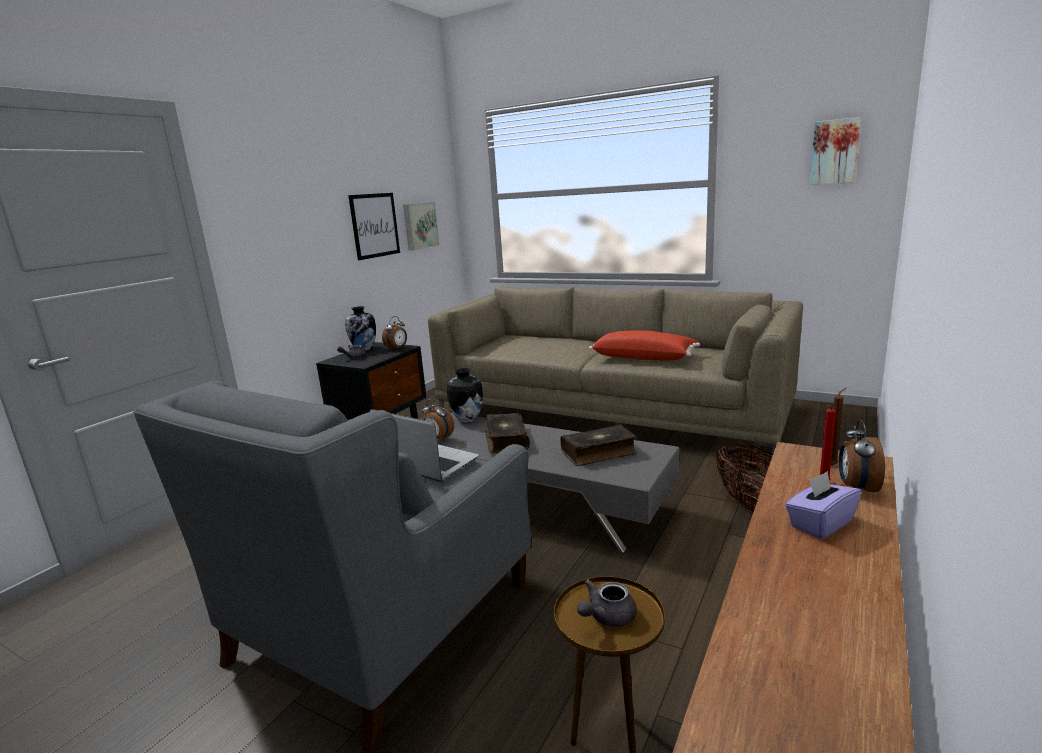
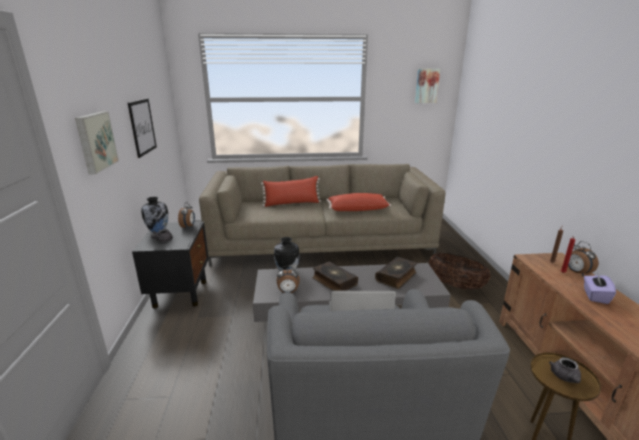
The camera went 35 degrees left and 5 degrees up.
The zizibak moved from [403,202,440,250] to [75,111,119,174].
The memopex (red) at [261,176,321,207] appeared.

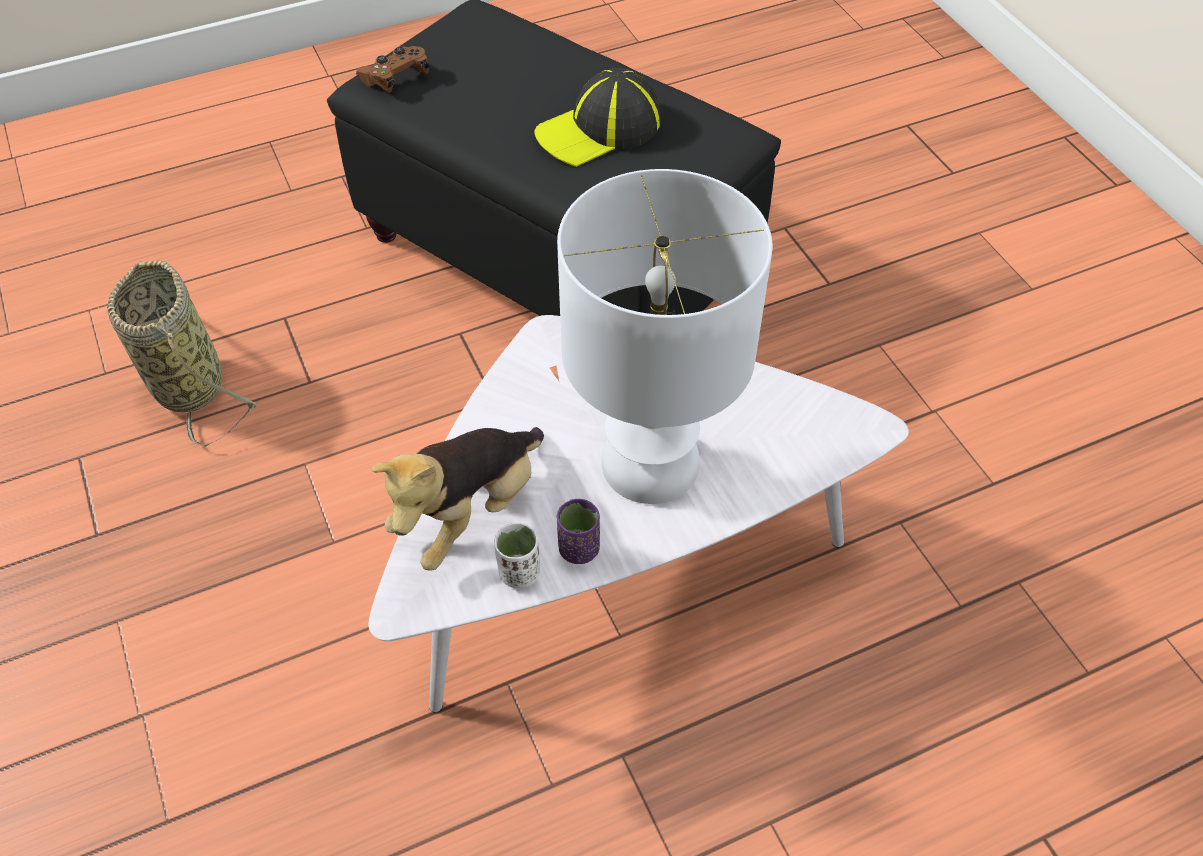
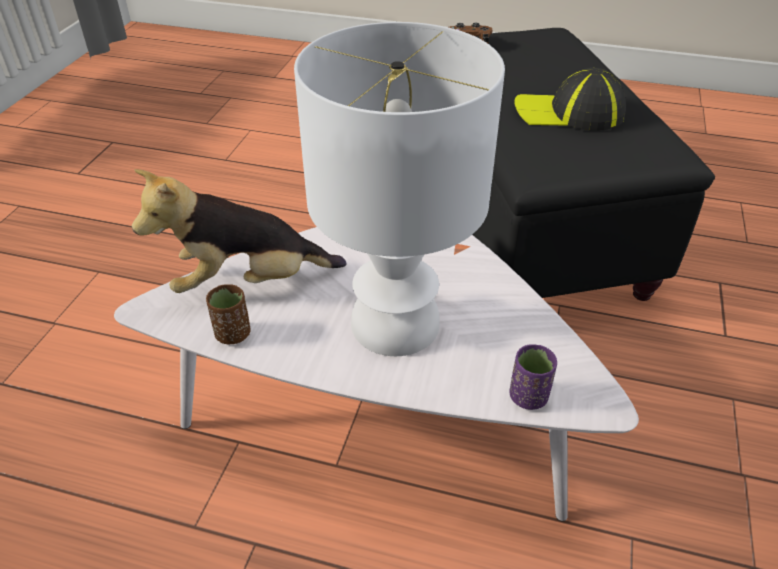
The camera went 40 degrees right and 10 degrees down.
The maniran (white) at [494,523,540,589] became the maniran (brown) at [206,284,251,344].
The maniran (purple) moved from [557,499,600,564] to [509,344,557,410].
The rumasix at [107,260,259,447] disappeared.

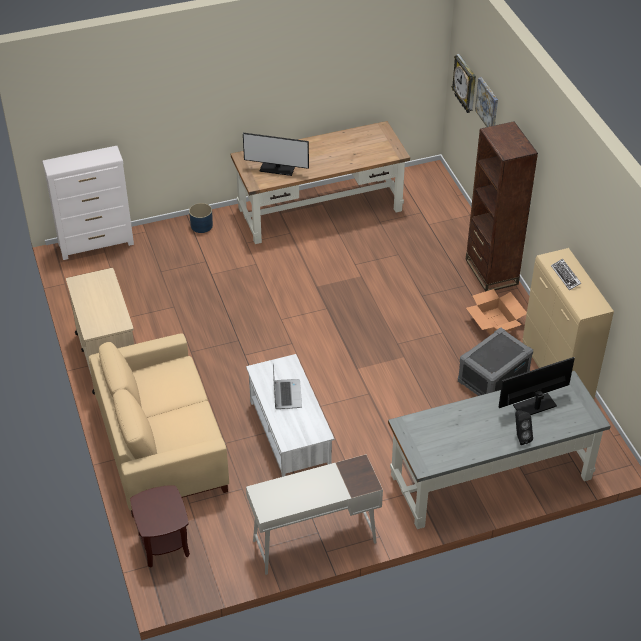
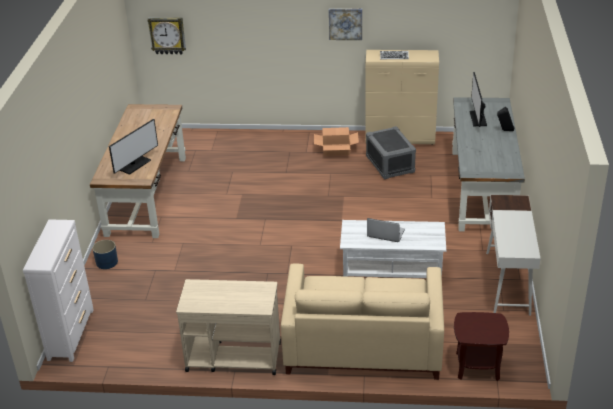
The camera went 65 degrees left and 10 degrees down.
The zizibak moved from [475,77,498,127] to [329,8,362,40].
The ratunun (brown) at [466,121,538,292] disappeared.

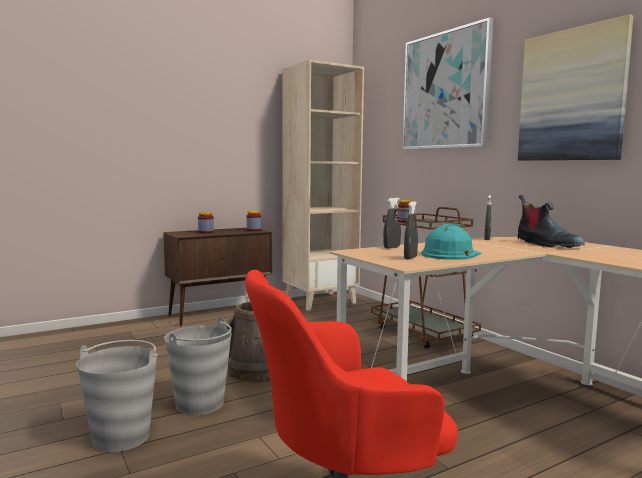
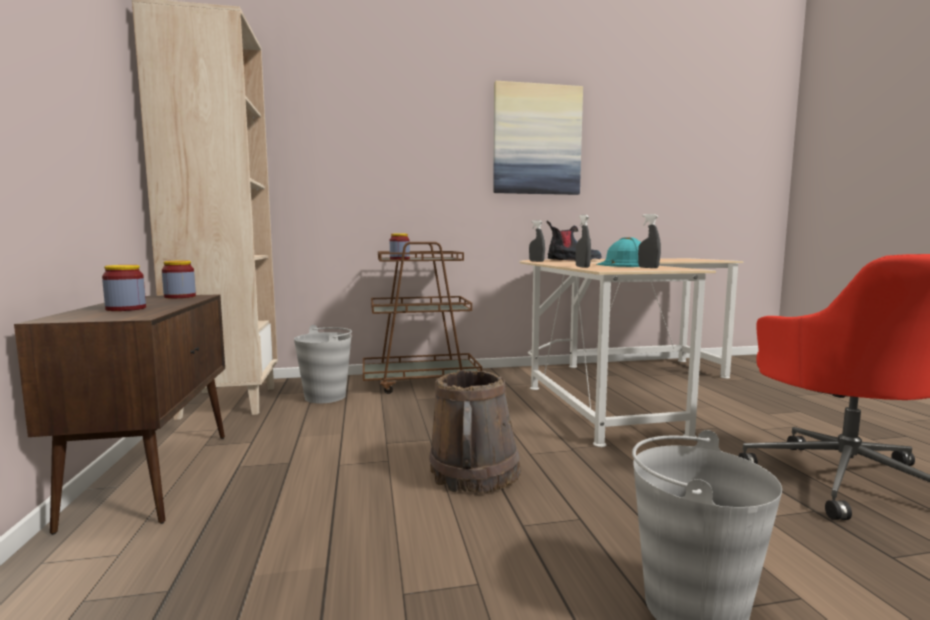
The camera went 70 degrees left and 0 degrees up.
The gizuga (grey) moved from [164,317,232,415] to [294,325,352,403].
The zizibak at [403,17,494,150] disappeared.

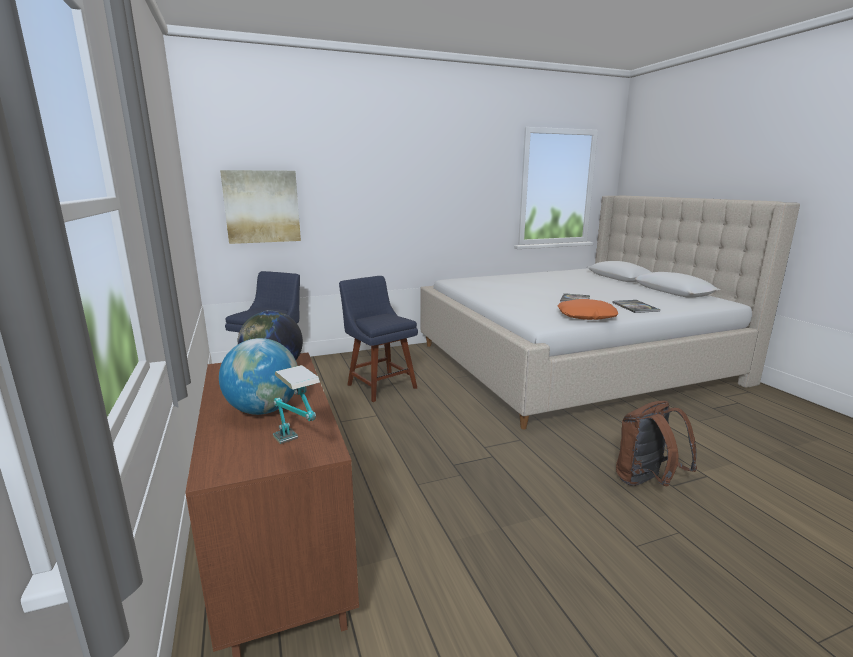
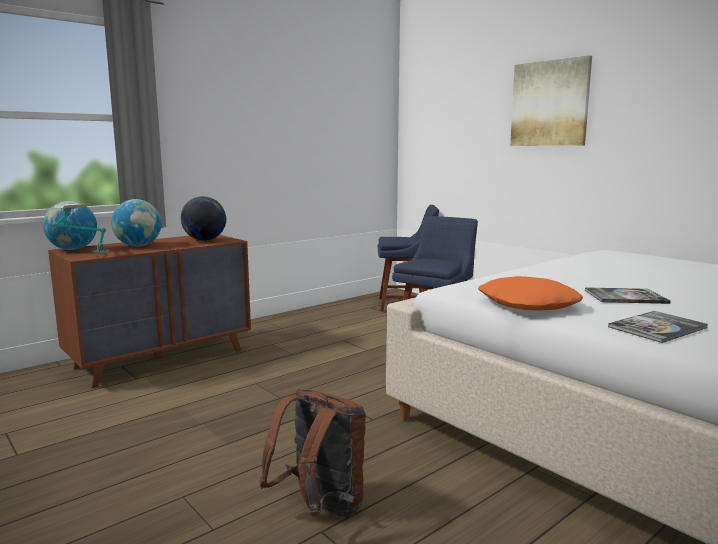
The camera went 70 degrees right and 5 degrees down.
The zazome at [43,201,97,250] appeared.
The zizibak moved from [220,170,301,244] to [510,55,592,146].

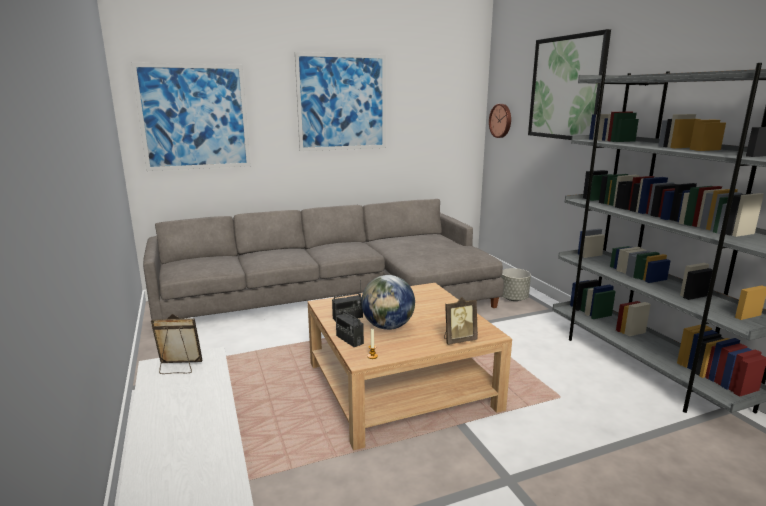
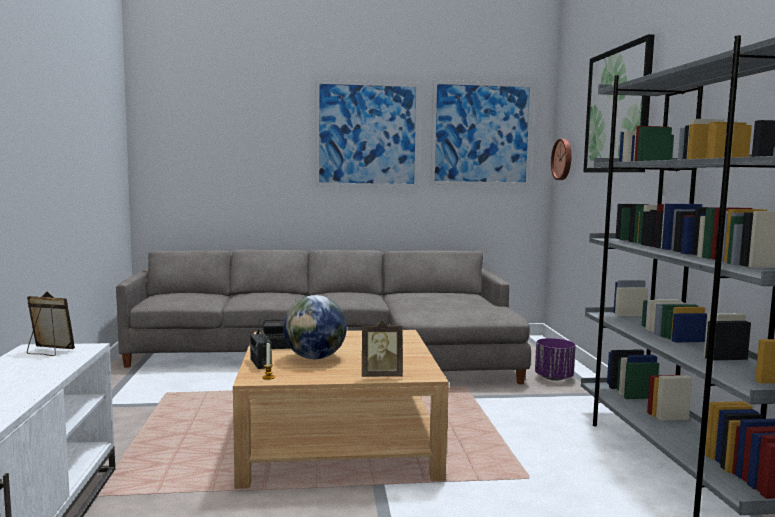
The camera went 15 degrees right and 10 degrees down.
The zizibak moved from [131,63,251,171] to [430,80,534,186].
The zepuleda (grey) at [501,268,531,301] became the zepuleda (purple) at [535,338,576,381].

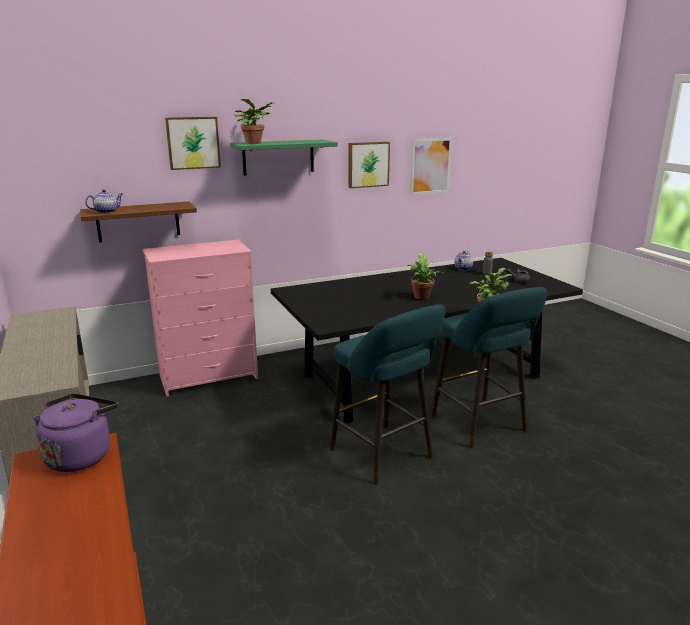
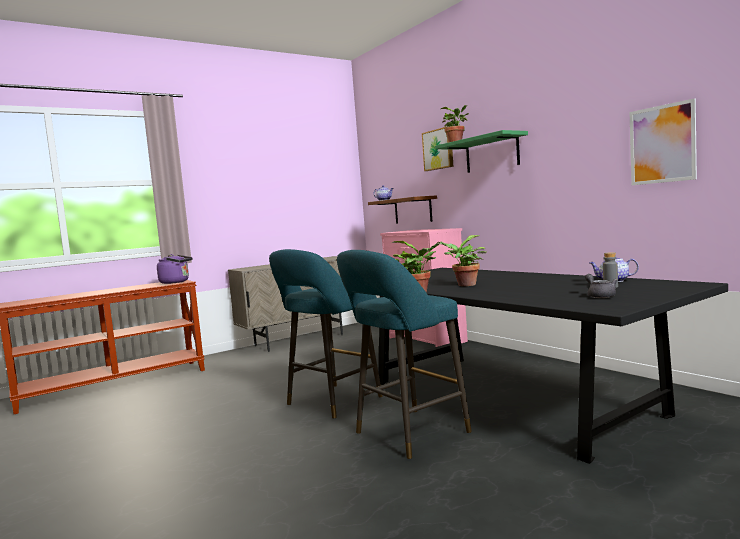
The camera went 80 degrees right and 15 degrees down.
The zizibak at [348,142,390,188] disappeared.

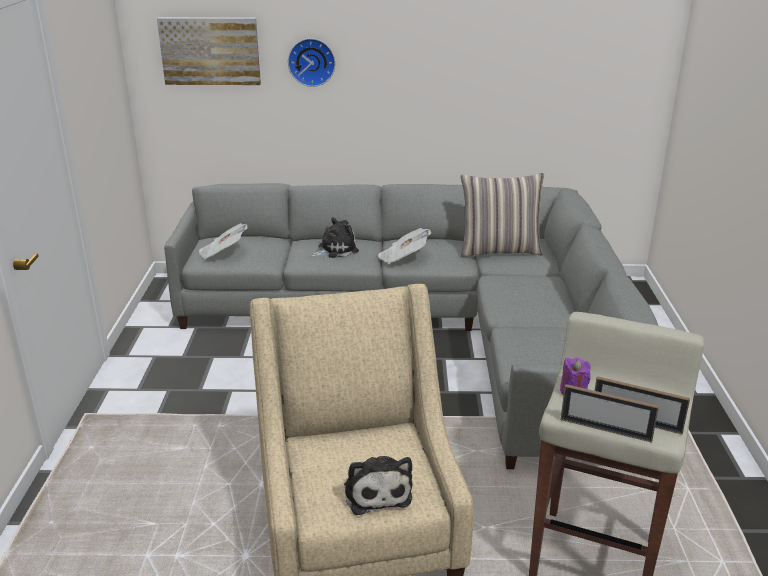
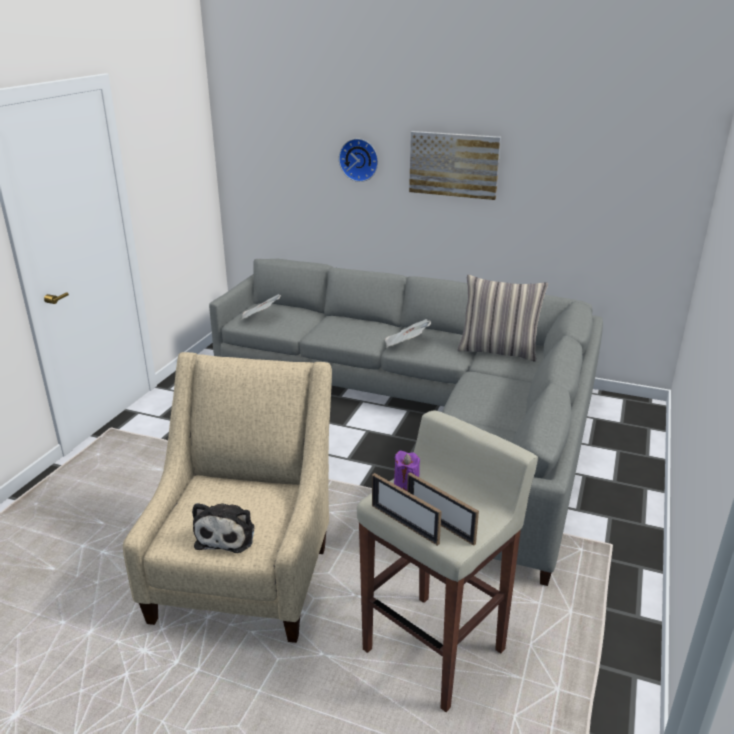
The camera went 20 degrees right and 0 degrees up.
The zizibak moved from [157,17,261,85] to [409,131,501,200].
The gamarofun at [310,217,359,258] disappeared.

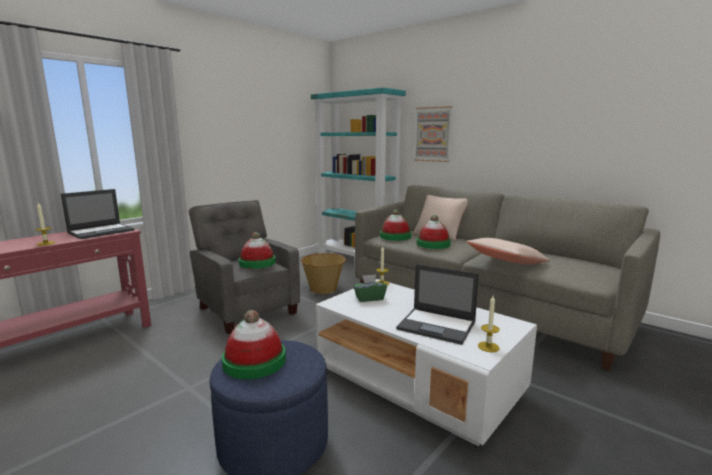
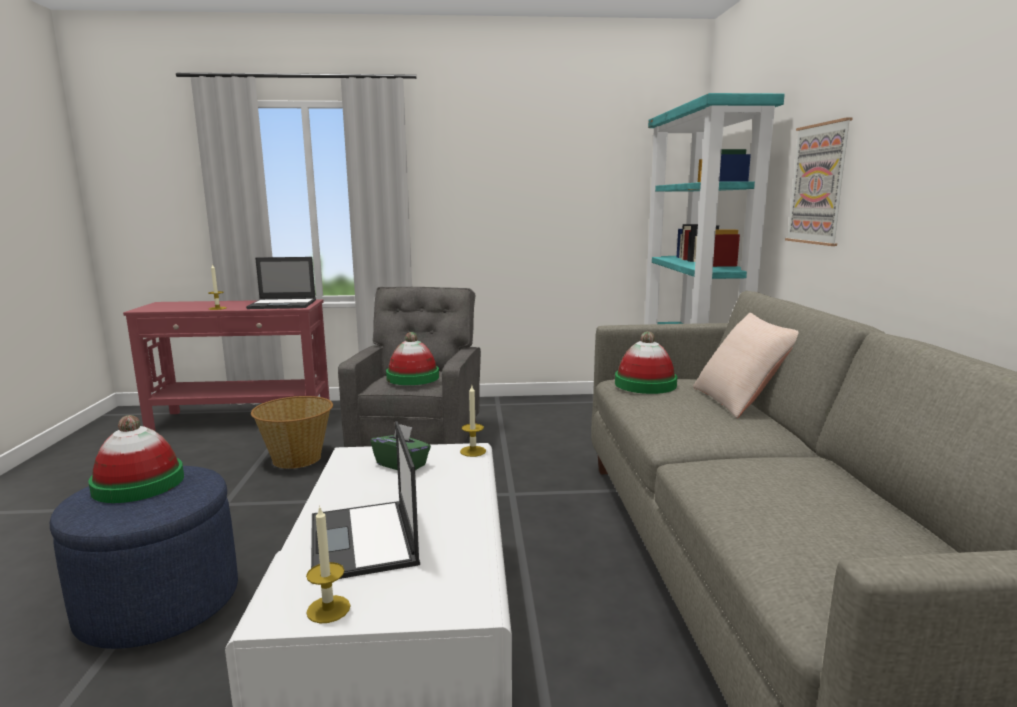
The camera went 45 degrees right and 0 degrees up.
The rumasix moved from [301,253,346,294] to [251,396,333,469].
The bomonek at [416,215,451,249] disappeared.
The memopex (beige) at [466,238,550,264] disappeared.

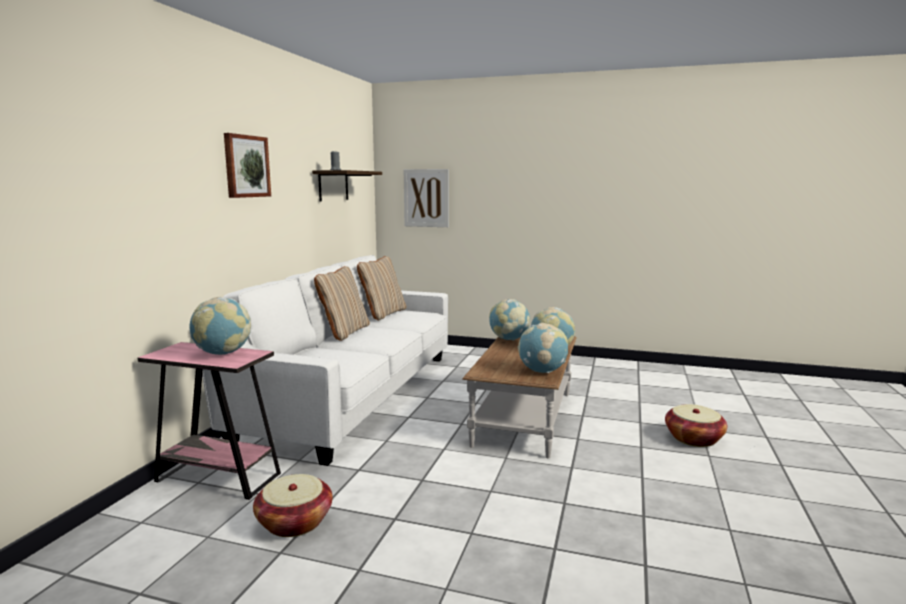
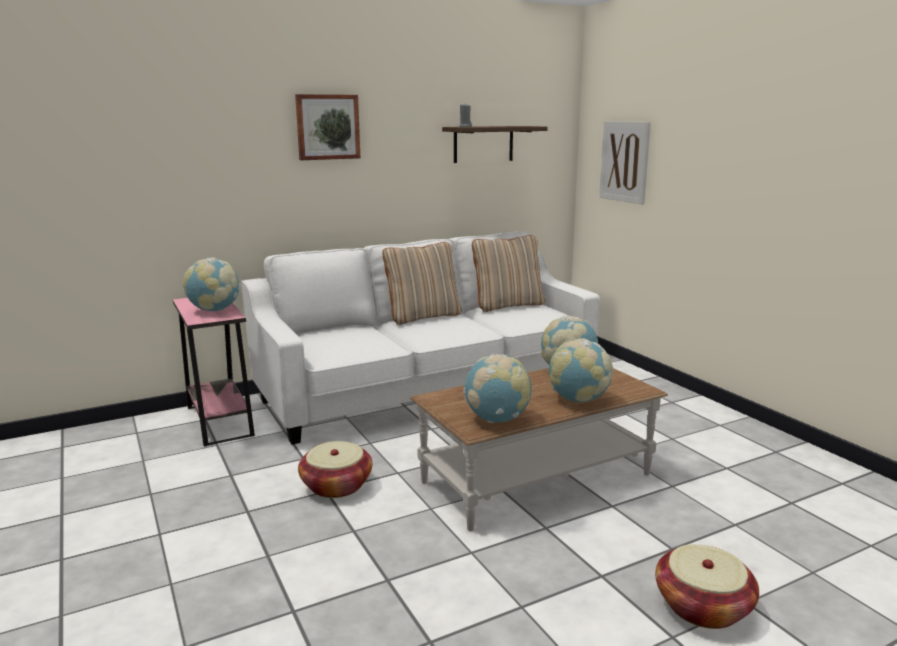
The camera went 45 degrees right and 5 degrees up.
The rumasix moved from [253,474,333,537] to [298,441,372,498].

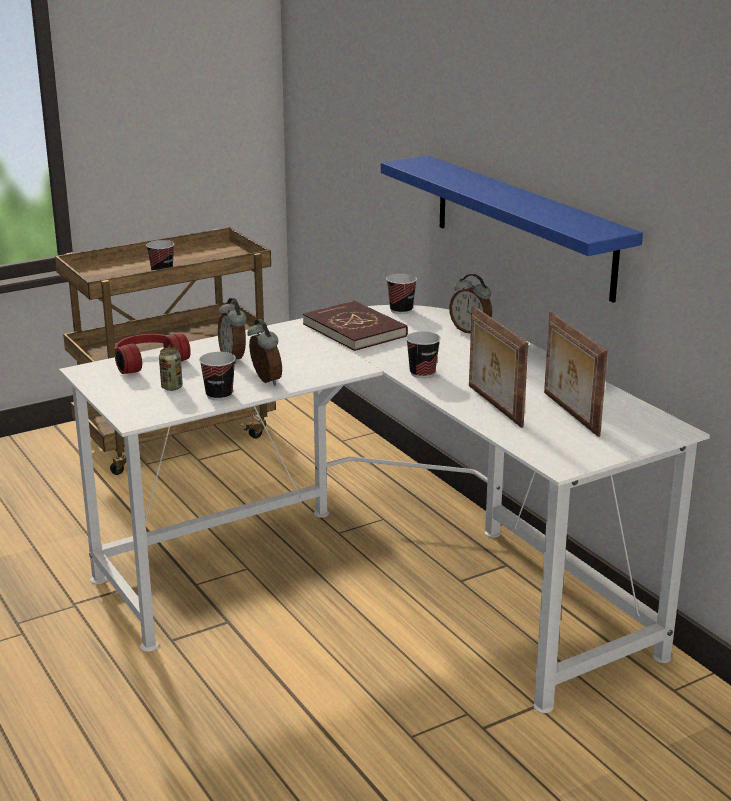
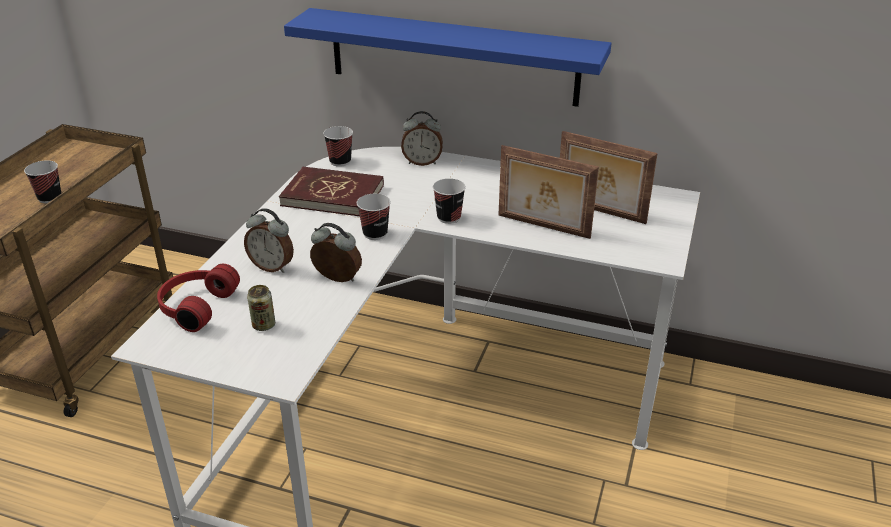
The camera went 40 degrees left and 10 degrees up.
The maniran moved from [199,352,236,401] to [357,194,391,240].

